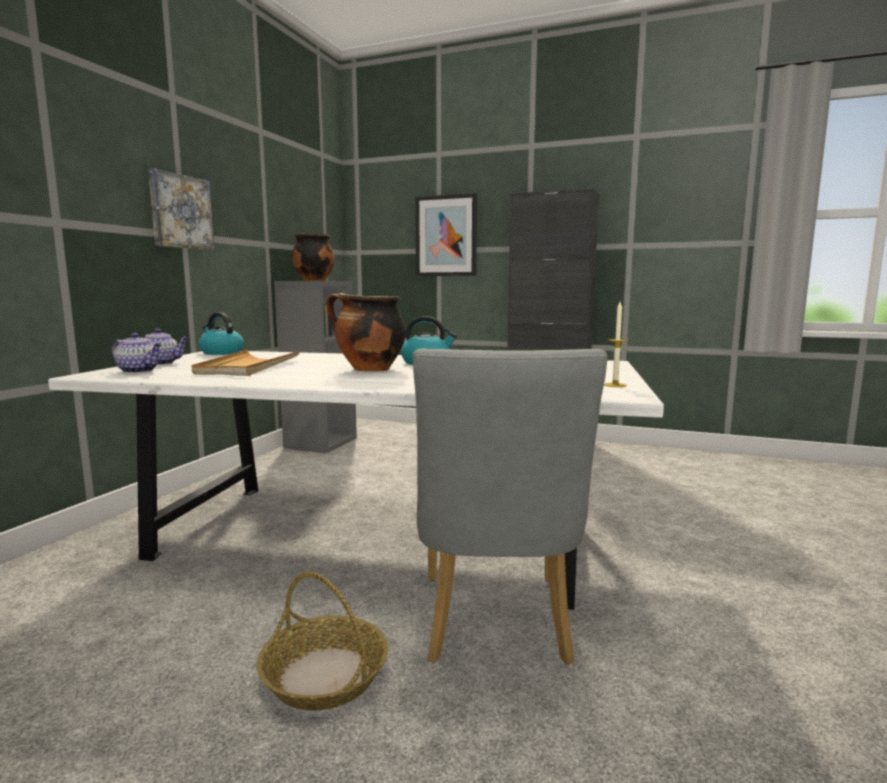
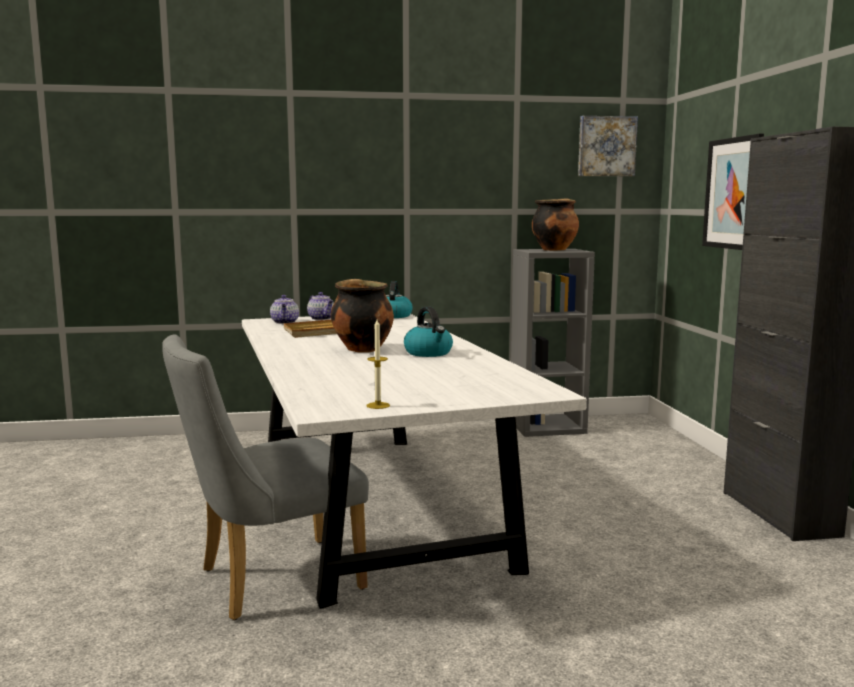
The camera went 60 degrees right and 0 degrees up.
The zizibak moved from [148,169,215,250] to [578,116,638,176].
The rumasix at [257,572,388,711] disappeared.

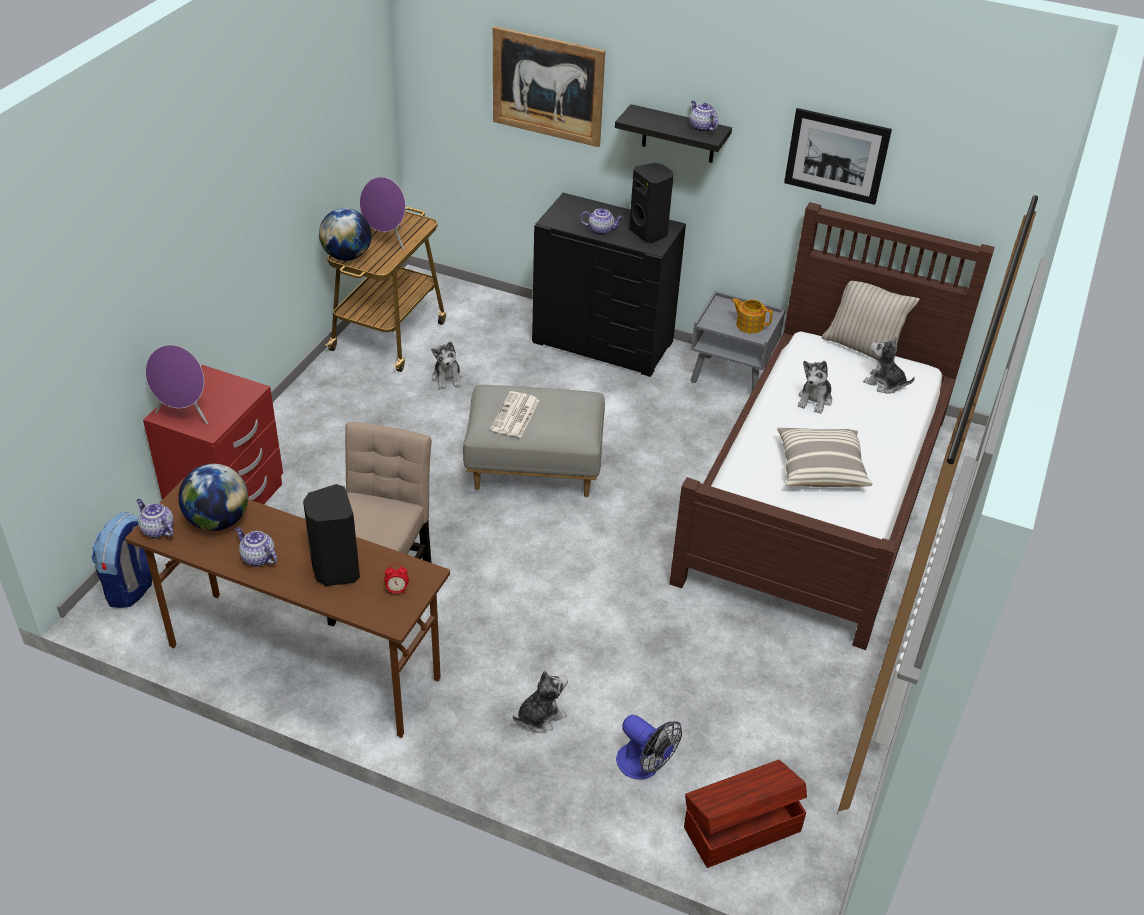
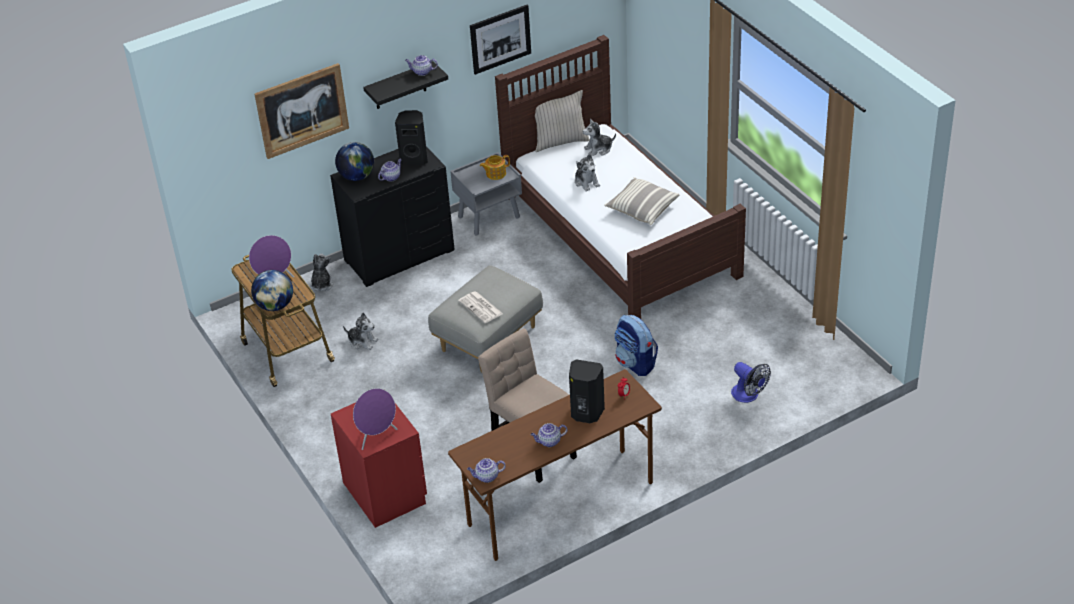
The camera went 50 degrees left and 0 degrees up.
The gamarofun moved from [513,671,568,733] to [310,254,334,291].
The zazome moved from [178,464,248,531] to [335,142,374,181].
The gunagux moved from [91,512,158,608] to [615,315,658,376].
The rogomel at [616,715,682,780] turned 60 degrees clockwise.
The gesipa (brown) at [684,760,807,868] disappeared.

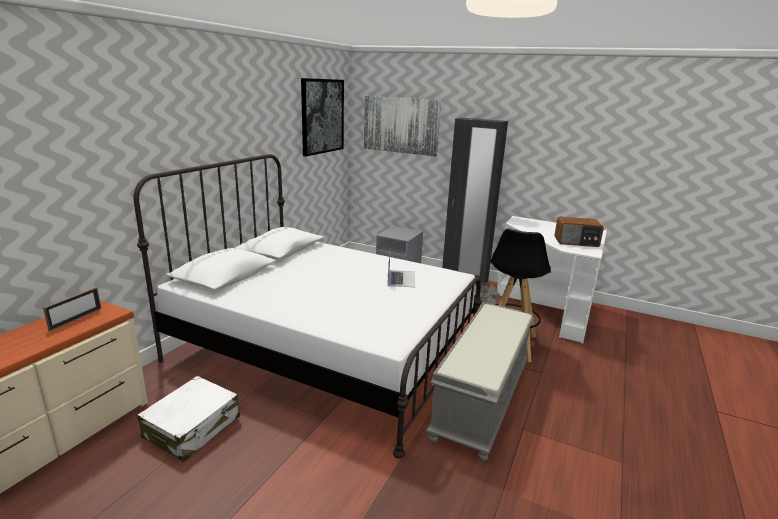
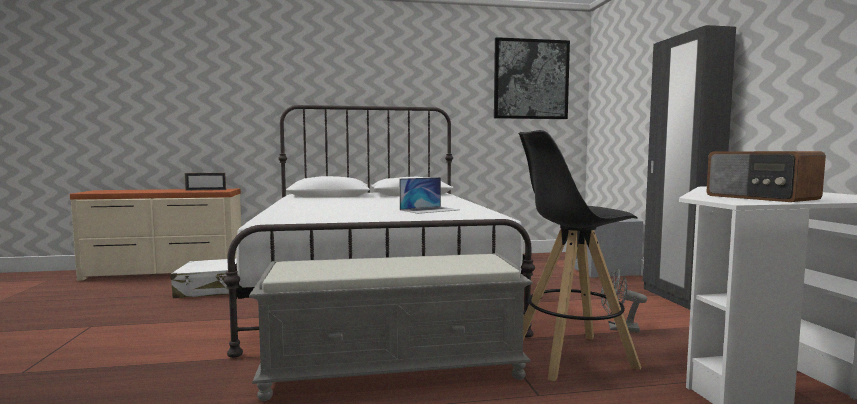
The camera went 55 degrees right and 15 degrees down.
The zizibak at [364,96,441,156] disappeared.

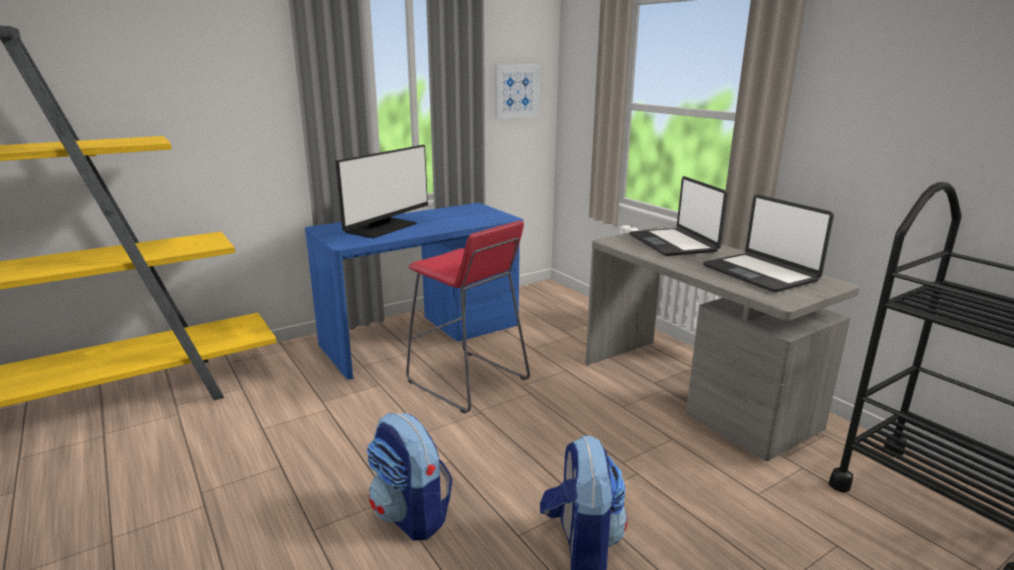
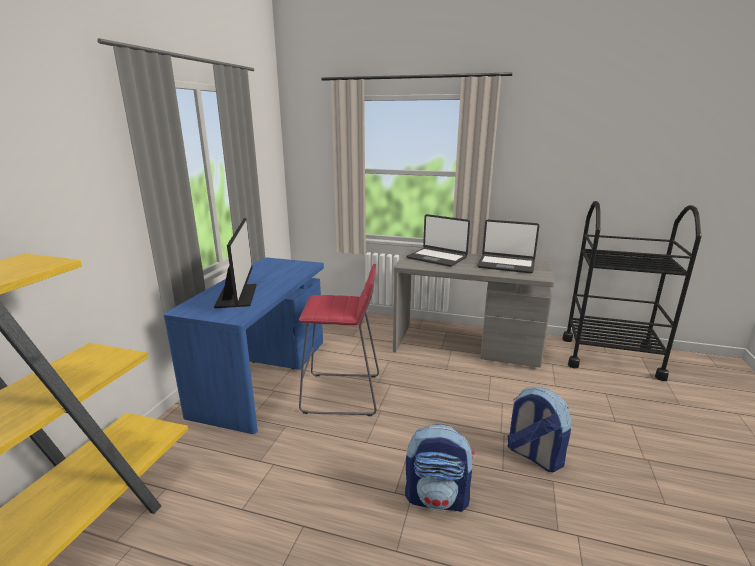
The camera went 40 degrees left and 0 degrees up.
The zizibak at [495,65,540,119] disappeared.

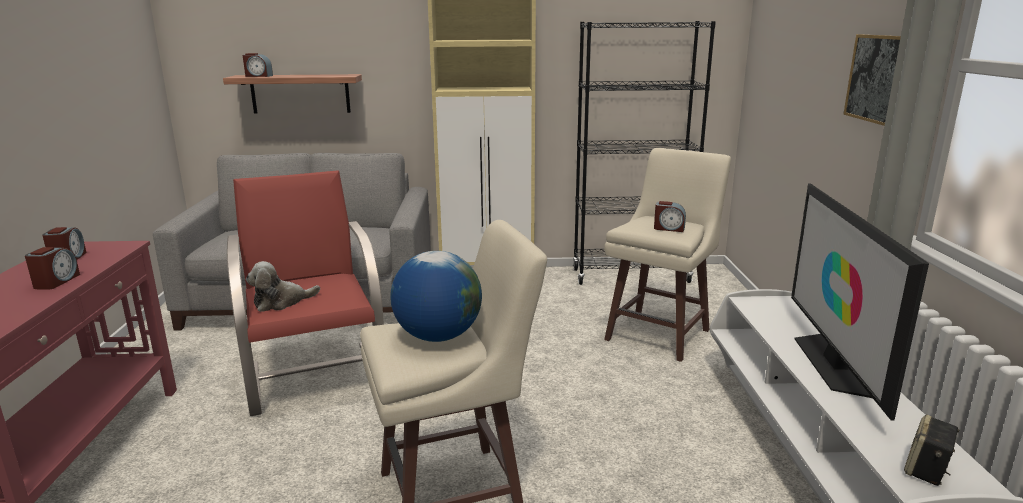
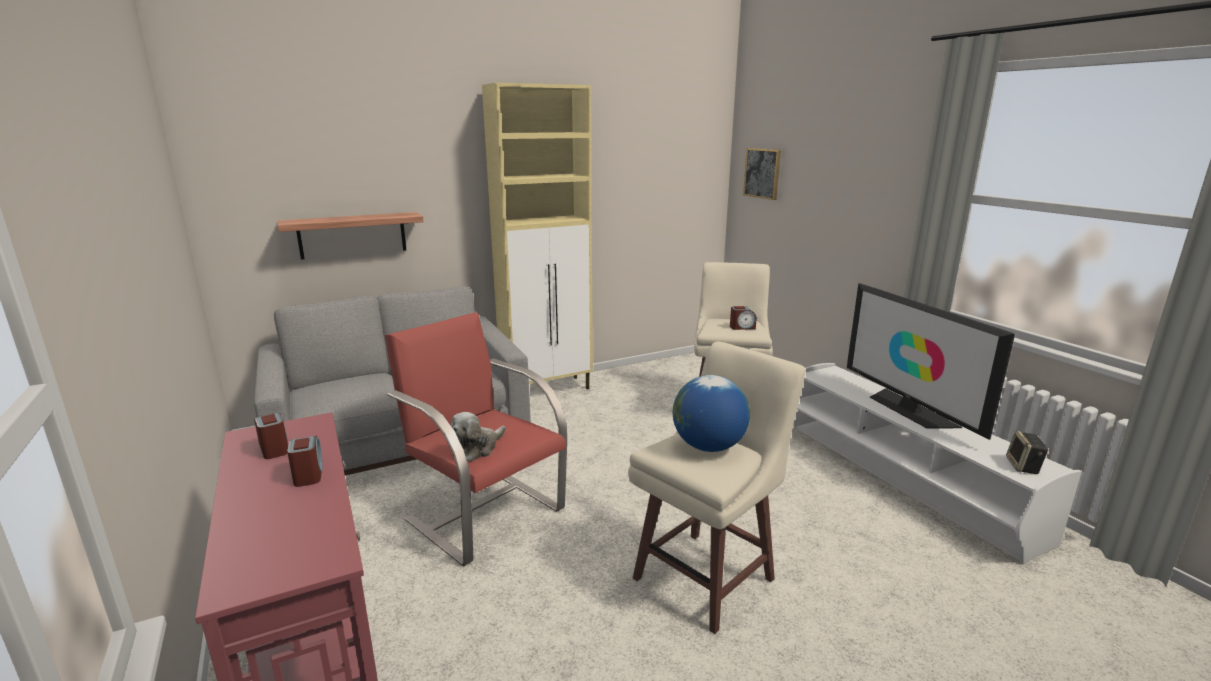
The camera went 25 degrees left and 0 degrees up.
The zizibak moved from [843,34,901,126] to [743,148,781,200].
The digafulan at [243,53,273,77] disappeared.
The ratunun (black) at [573,21,716,285] disappeared.

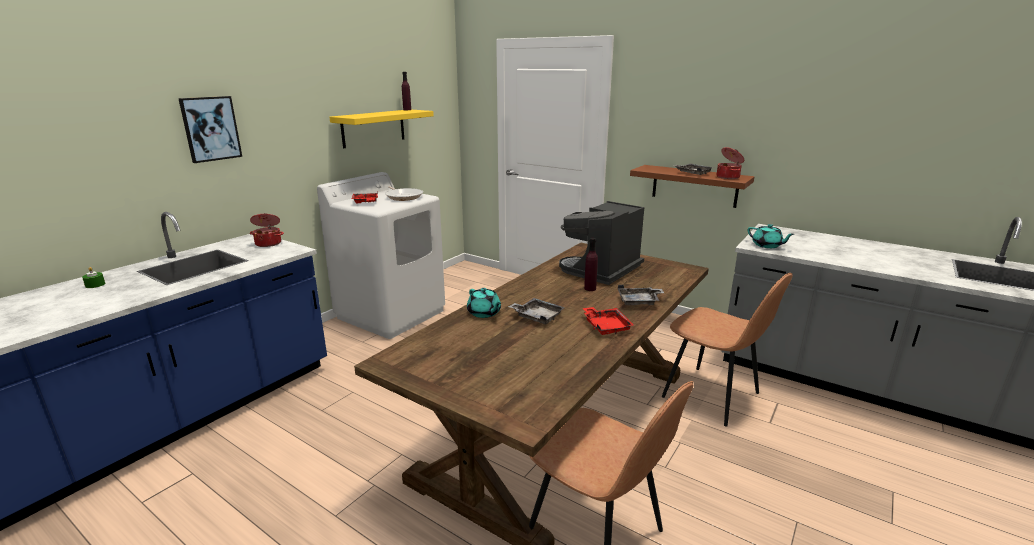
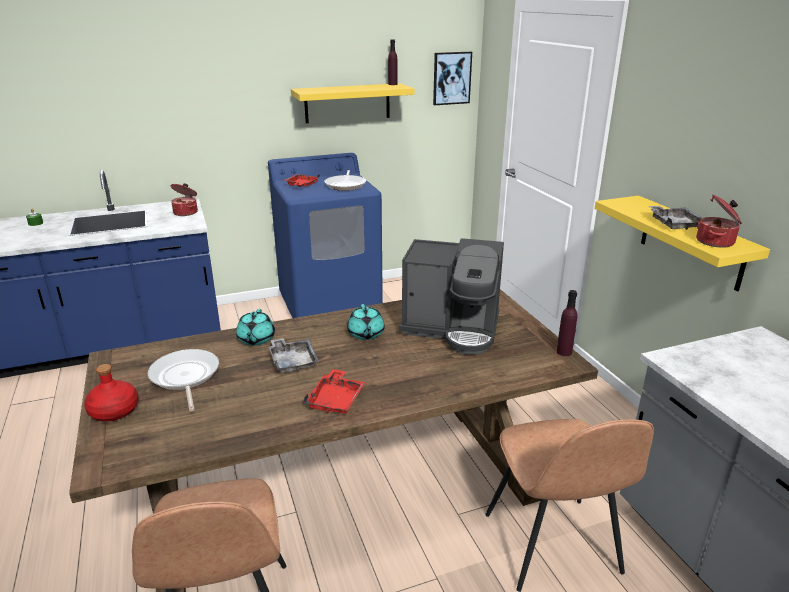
The camera went 35 degrees right and 5 degrees up.
The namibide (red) at [84,364,138,422] appeared.
The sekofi at [148,349,219,412] appeared.
The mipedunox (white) at [317,172,445,339] became the mipedunox (blue) at [268,153,383,318].
The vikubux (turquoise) moved from [748,224,794,248] to [347,304,385,340].
The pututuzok at [559,201,644,285] turned 150 degrees counterclockwise.
The zizibak moved from [178,96,242,163] to [433,52,472,105].
The namibide (purple) moved from [584,238,598,291] to [557,290,577,356].
The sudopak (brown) at [630,165,754,208] became the sudopak (yellow) at [594,196,770,292].
The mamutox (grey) at [618,285,664,305] disappeared.

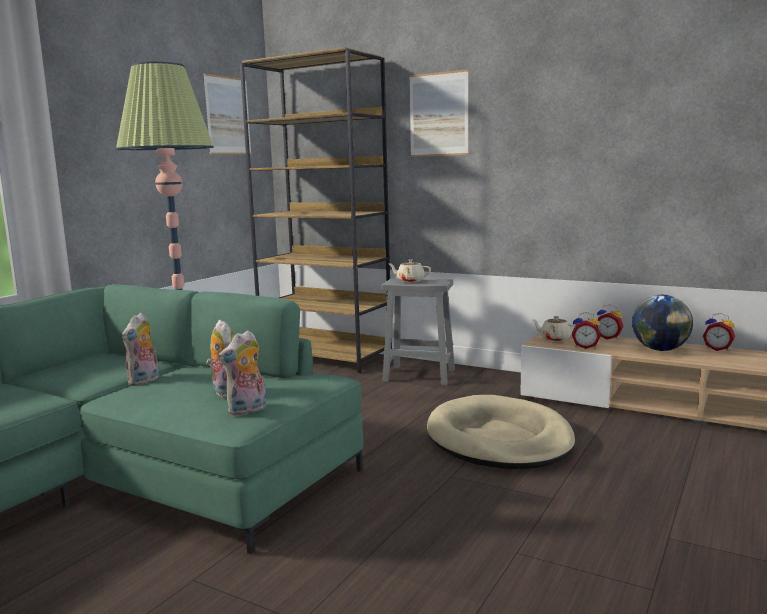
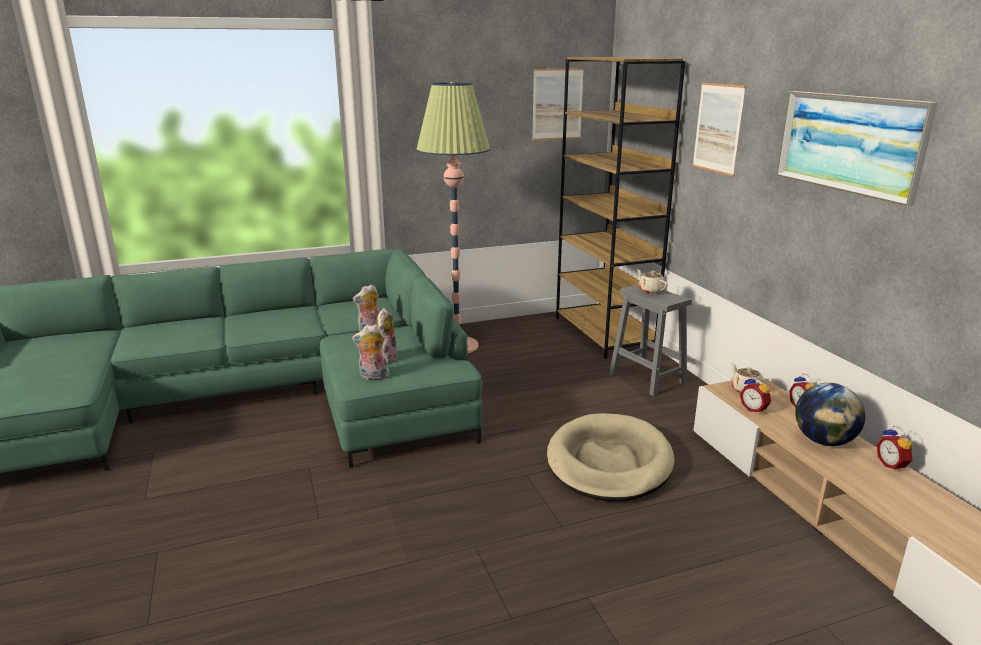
The camera went 40 degrees right and 10 degrees up.
The zizibak at [777,91,938,206] appeared.

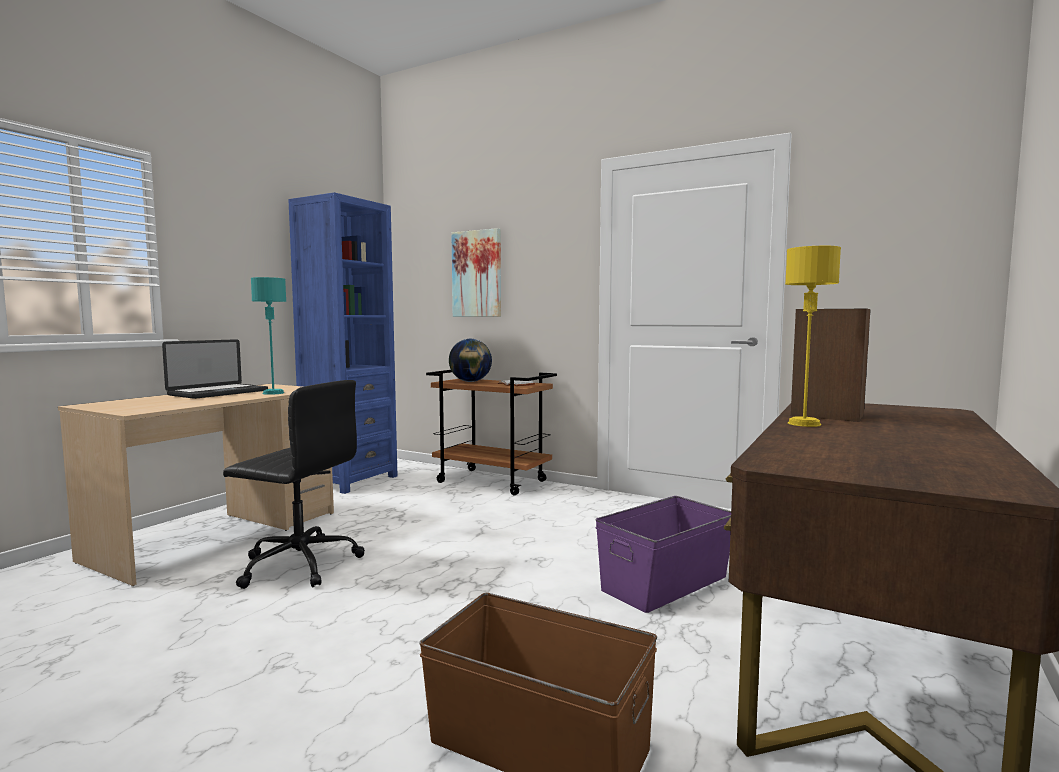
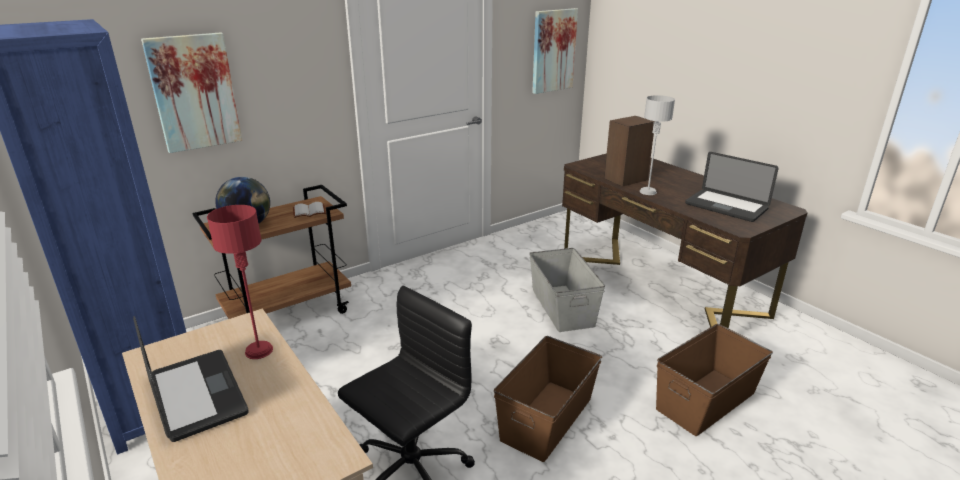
The camera went 65 degrees left and 20 degrees up.
The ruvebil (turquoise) at [251,277,286,395] became the ruvebil (red) at [207,205,273,359].
The gesipa (brown) at [494,336,602,462] appeared.
The gesipa (purple) at [595,496,731,613] became the gesipa (grey) at [529,248,605,332].
The zizibak at [532,8,578,94] appeared.
The ruvebil (yellow) at [785,246,841,427] became the ruvebil (grey) at [640,95,675,195].
The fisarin at [685,152,779,222] appeared.

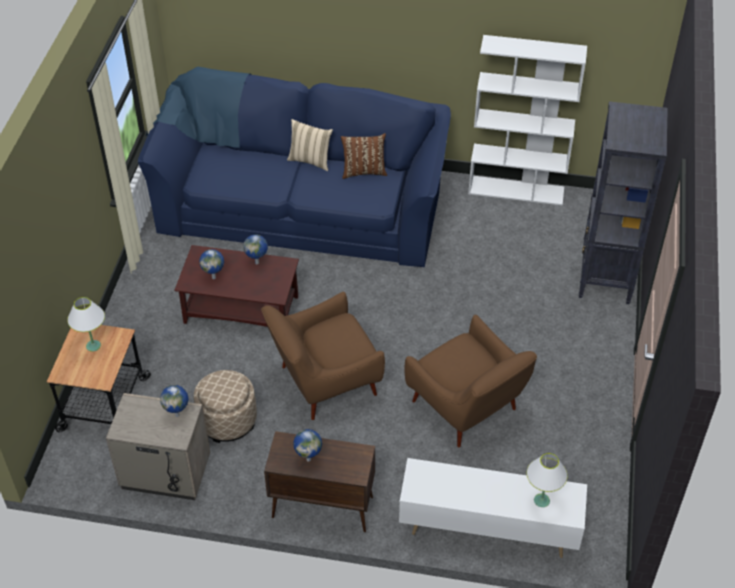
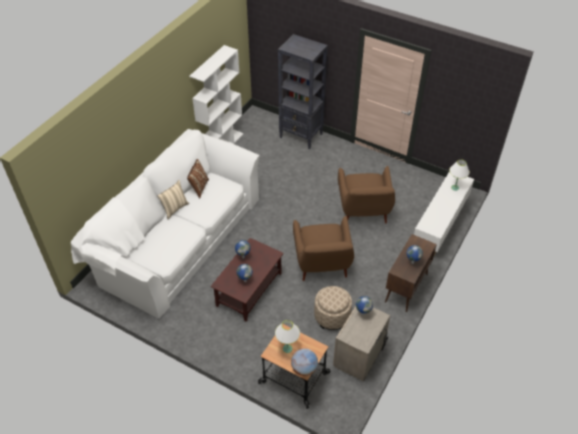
The camera went 70 degrees left and 0 degrees up.
The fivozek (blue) at [138,66,451,267] became the fivozek (white) at [71,129,260,319].
The zazome at [291,348,318,376] appeared.
The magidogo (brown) at [405,315,537,447] turned 105 degrees clockwise.

